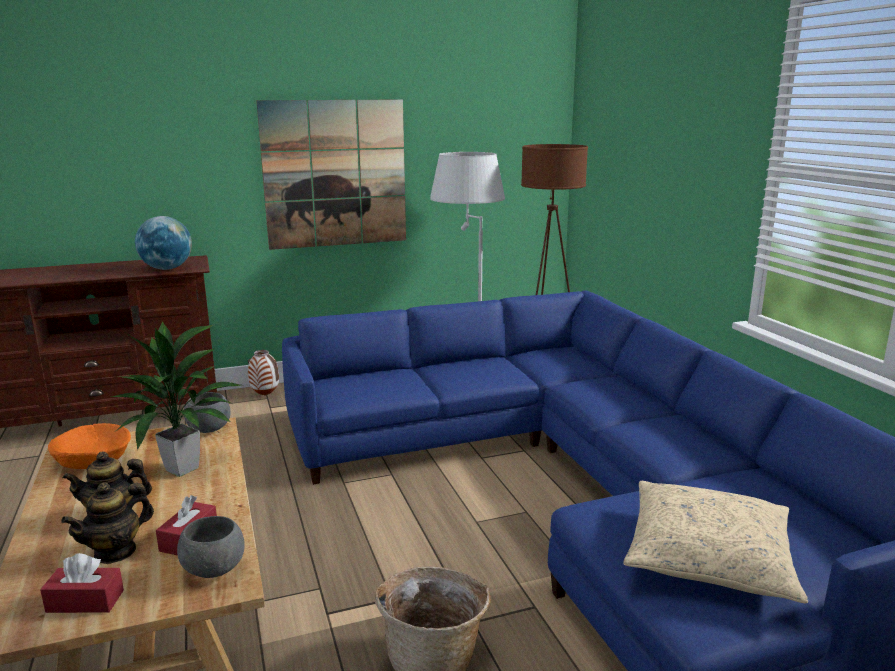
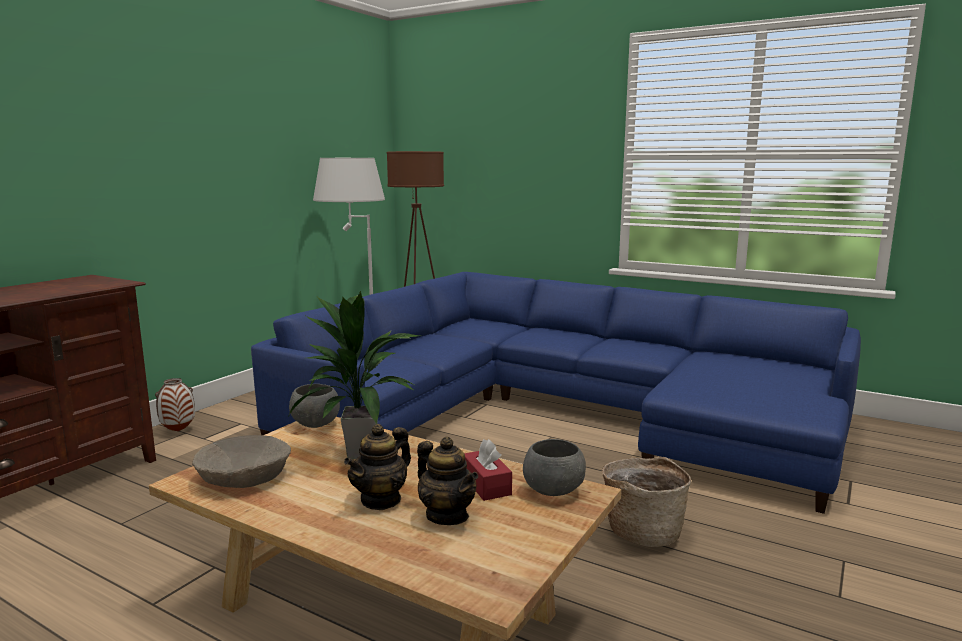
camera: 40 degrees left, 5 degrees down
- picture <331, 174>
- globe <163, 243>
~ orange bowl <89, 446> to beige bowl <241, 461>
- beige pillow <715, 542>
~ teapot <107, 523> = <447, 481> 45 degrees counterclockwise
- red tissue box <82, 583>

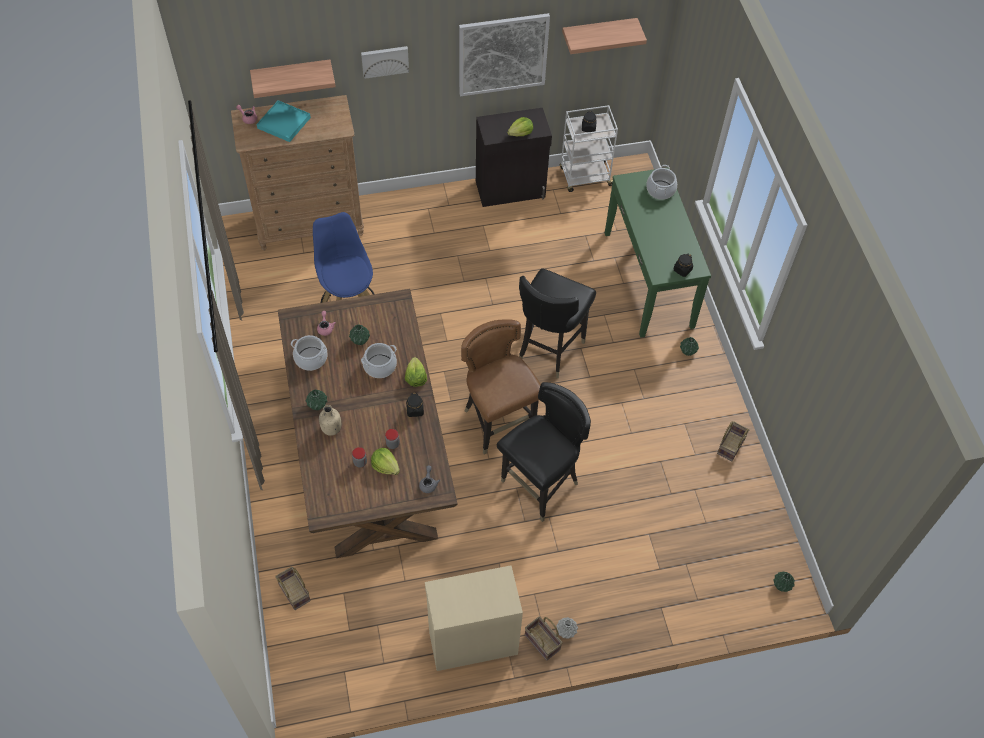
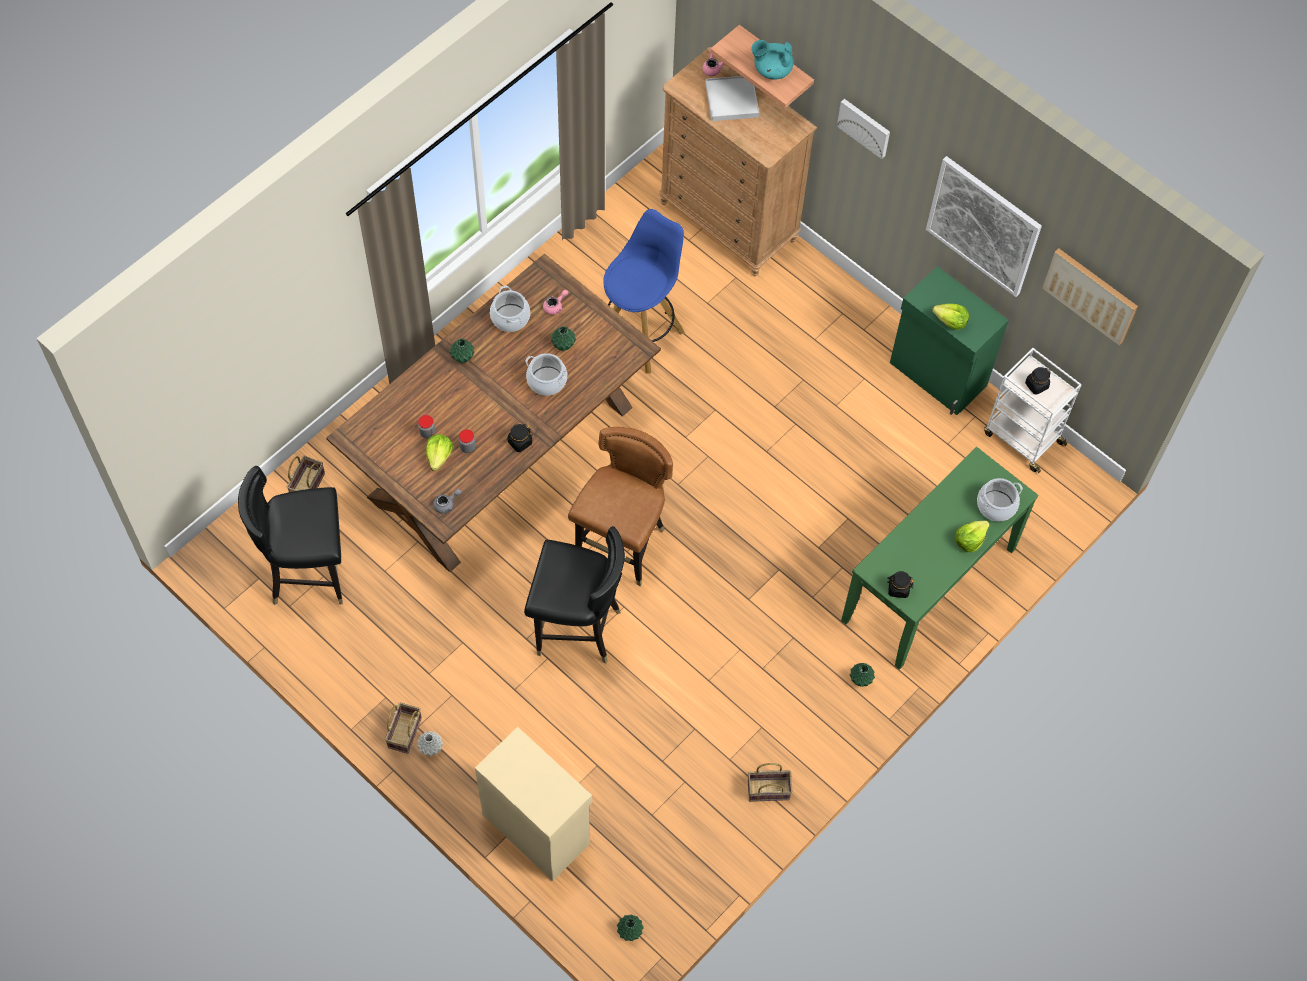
camera: 55 degrees right, 5 degrees up
~ shelf <604, 36> to picture <1090, 296>
~ turquoise tray <284, 121> to white tray <732, 98>
~ black cabinet <514, 157> to green cabinet <949, 340>
~ black chair <557, 323> to <290, 535>
~ lettuce <416, 372> to <972, 536>
- beige bottle <330, 420>
~ beige cabinet <474, 618> to <533, 804>
+ turquoise teapot <772, 60>

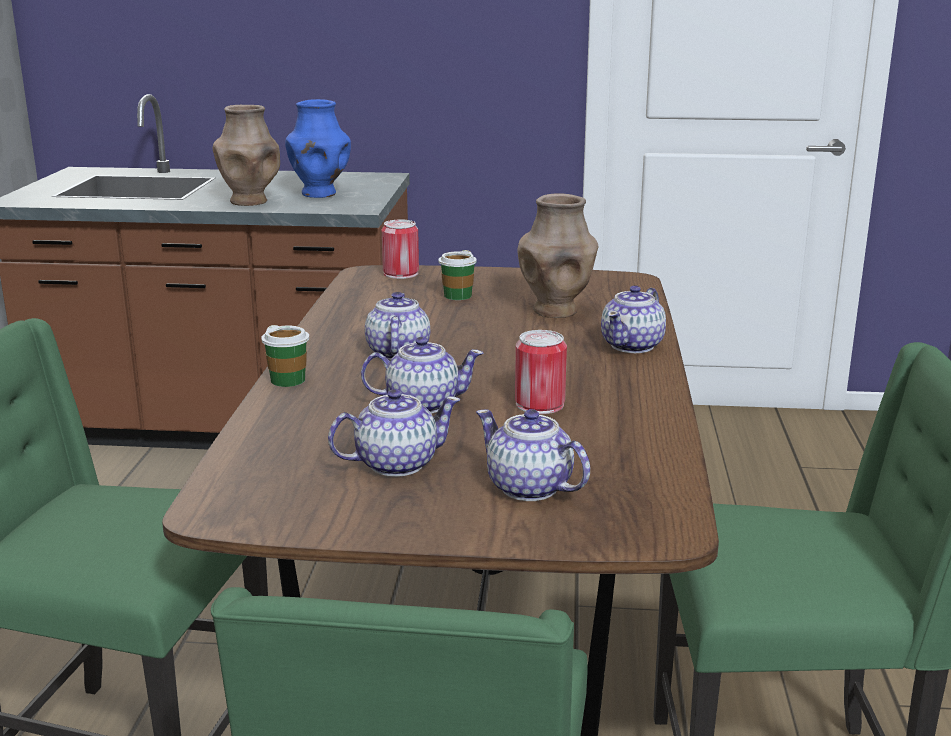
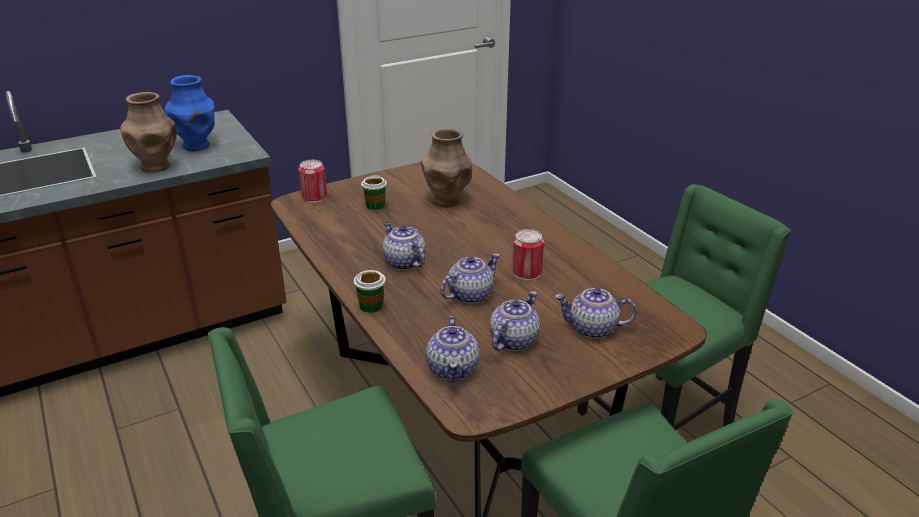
camera: 35 degrees left, 10 degrees up
~ teapot <633, 319> to <453, 349>

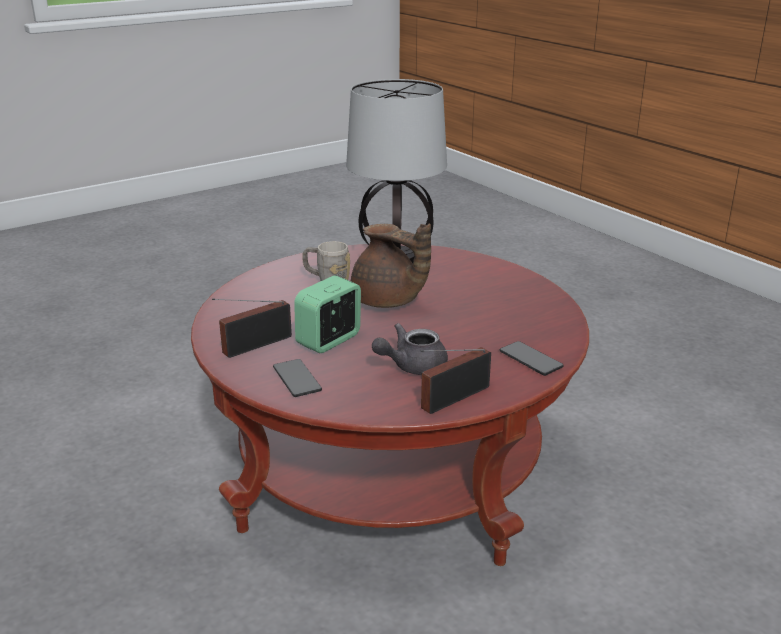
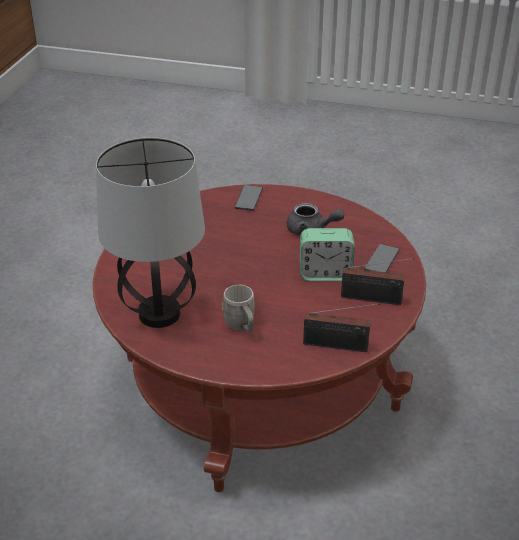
camera: 130 degrees left, 10 degrees up
- brown teapot <391, 266>
~ radio <455, 380> to <341, 327>

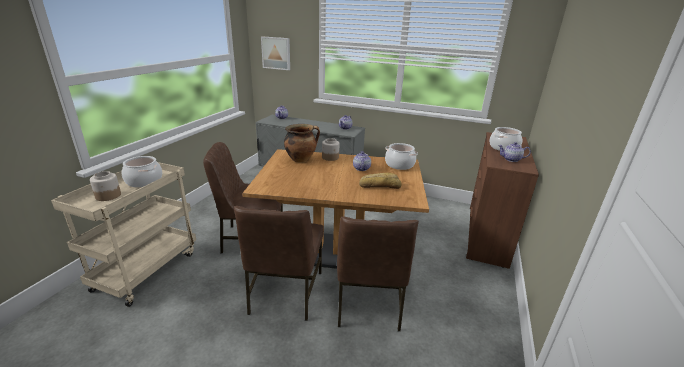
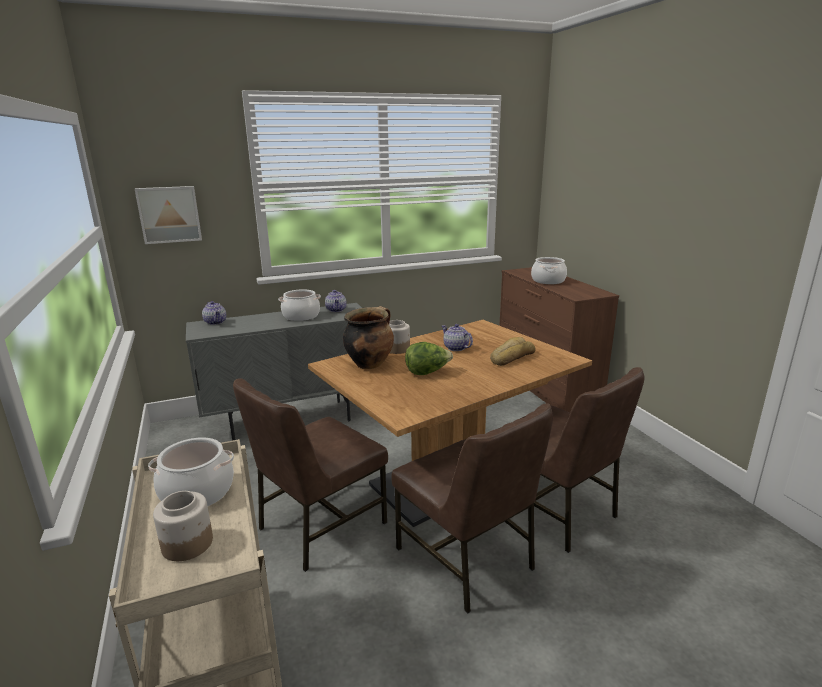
camera: 40 degrees left, 5 degrees down
- teapot <514, 152>
~ cooking pot <401, 156> to <299, 305>
+ lettuce <429, 358>

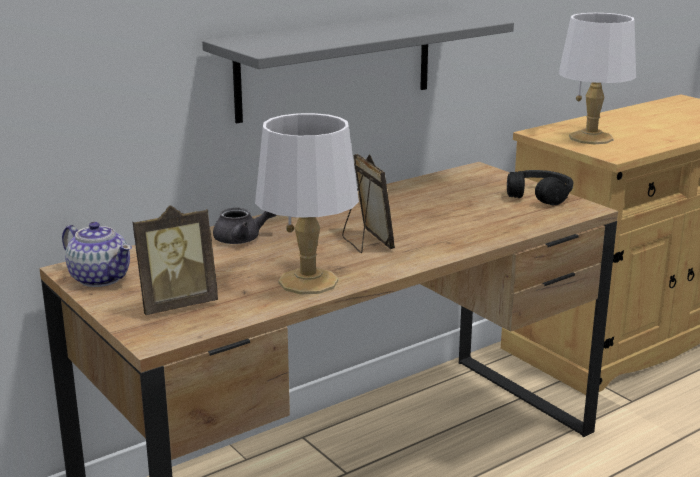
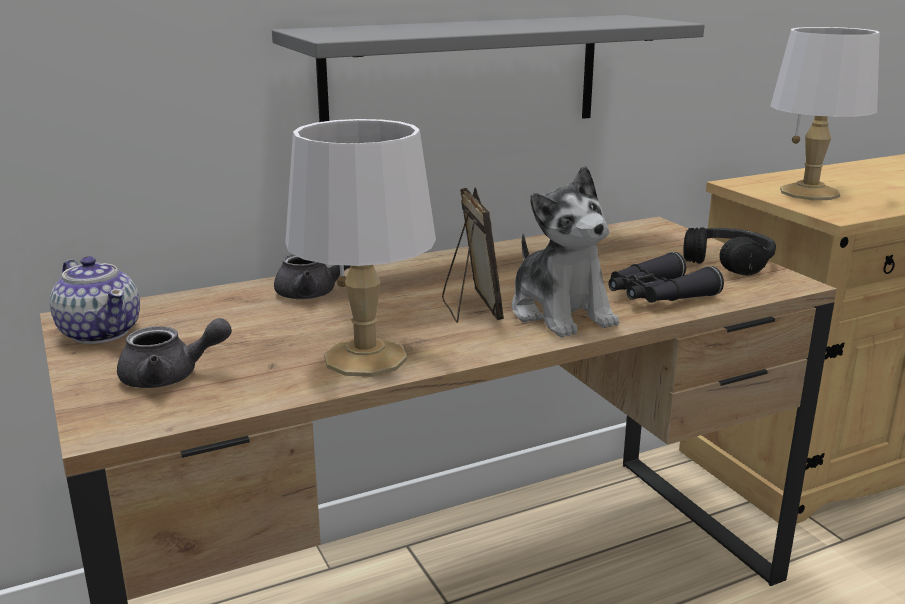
camera: 10 degrees right, 0 degrees up
~ picture frame <175, 260> to grey teapot <174, 353>
+ plush toy <565, 251>
+ black binoculars <666, 277>

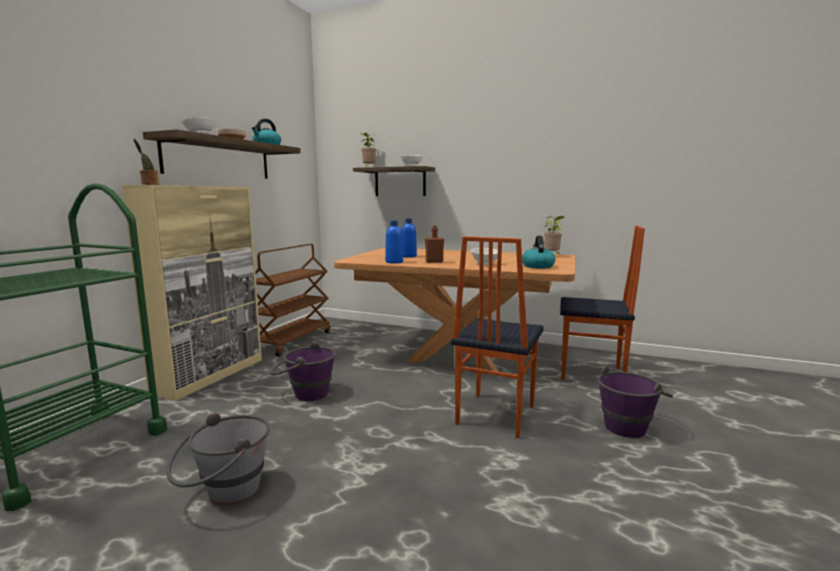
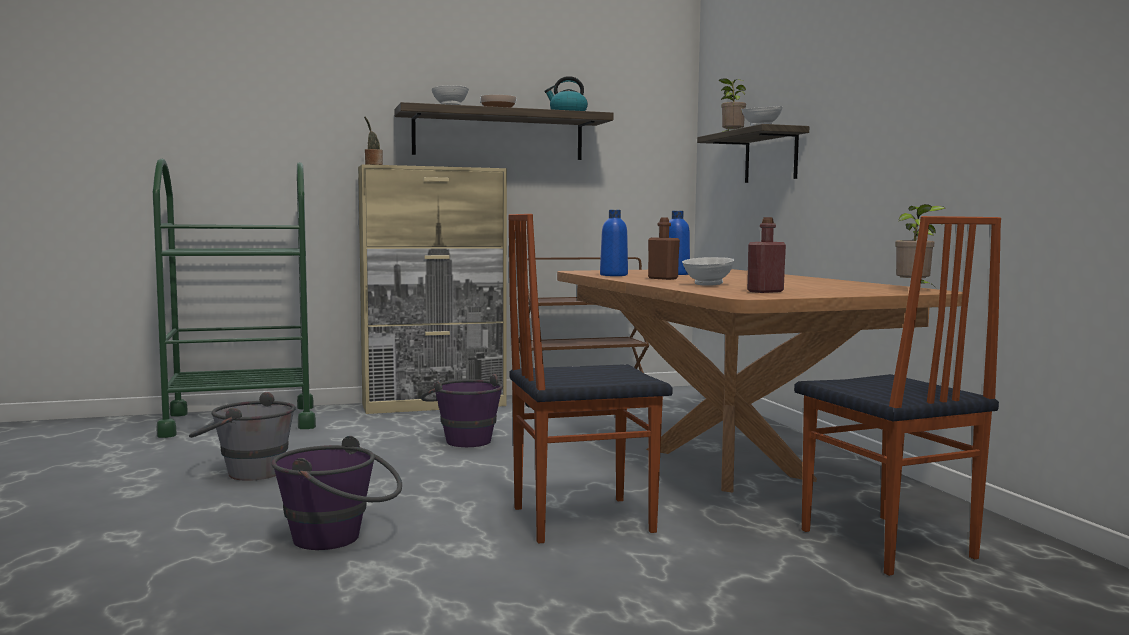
camera: 50 degrees right, 5 degrees down
~ kettle <539, 251> to red bottle <766, 255>
~ purple bucket <635, 402> to <336, 493>

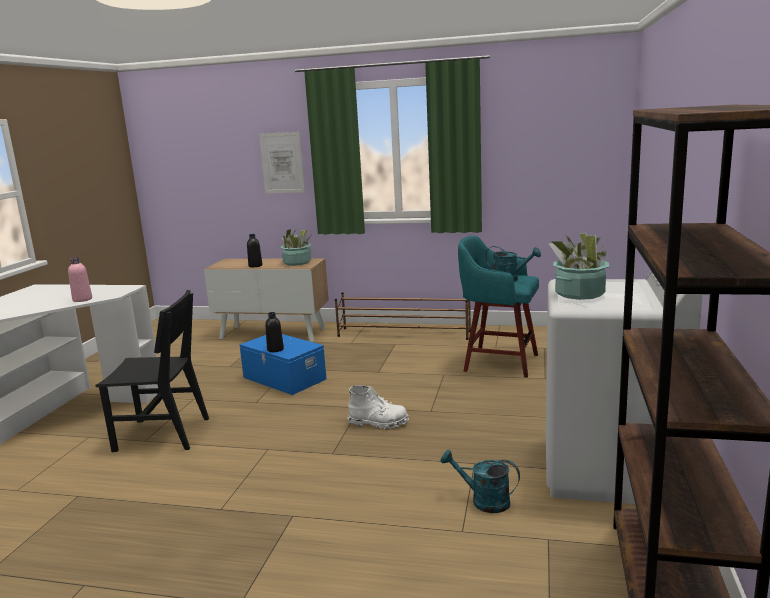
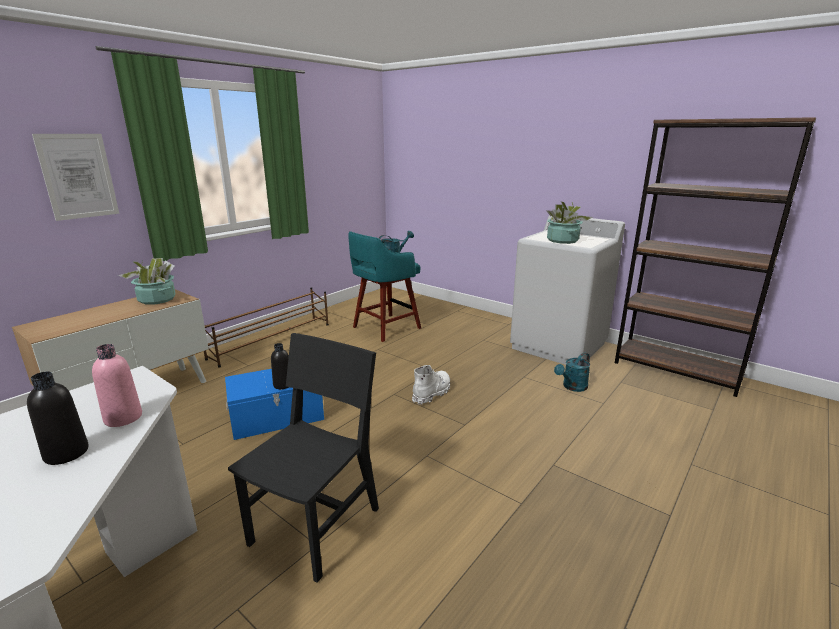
camera: 65 degrees left, 5 degrees up
~ black bottle <254, 250> to <58, 418>

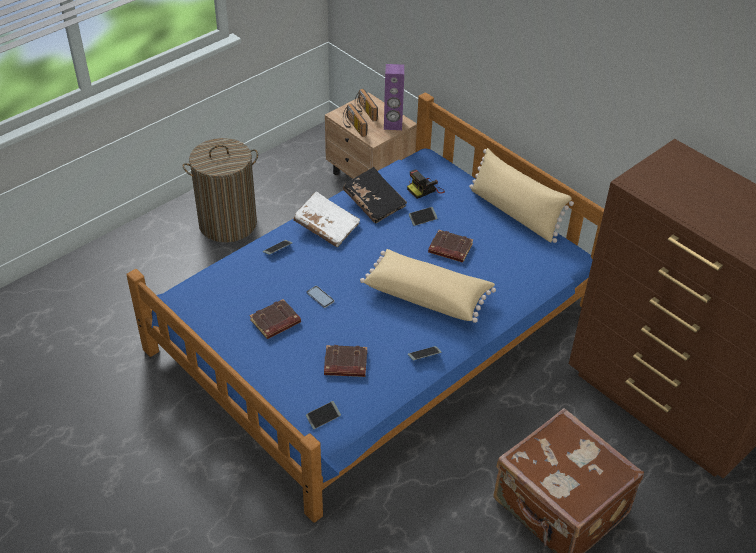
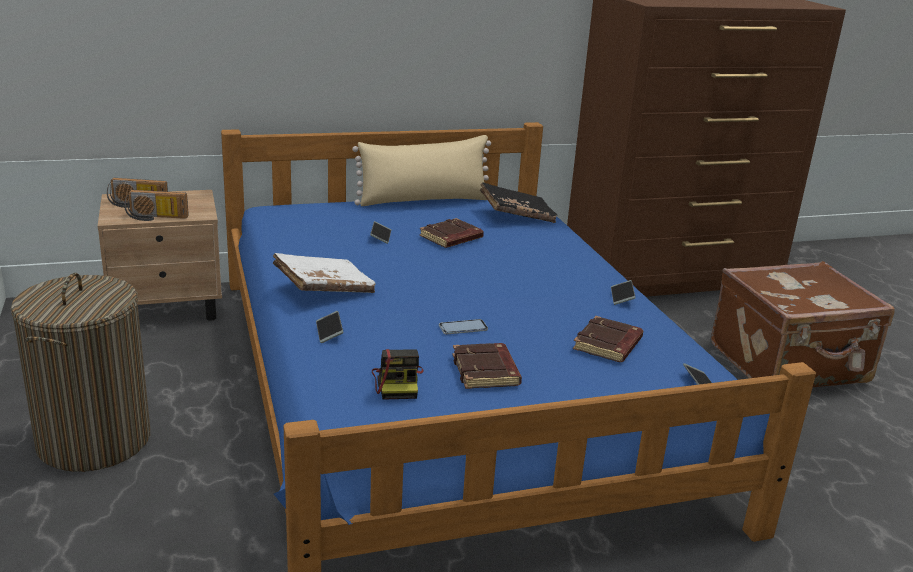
camera: 65 degrees left, 20 degrees down
- purple speaker <394, 97>
~ black book <375, 195> to <518, 202>
~ photo camera <426, 184> to <397, 374>
- beige pillow <428, 286>

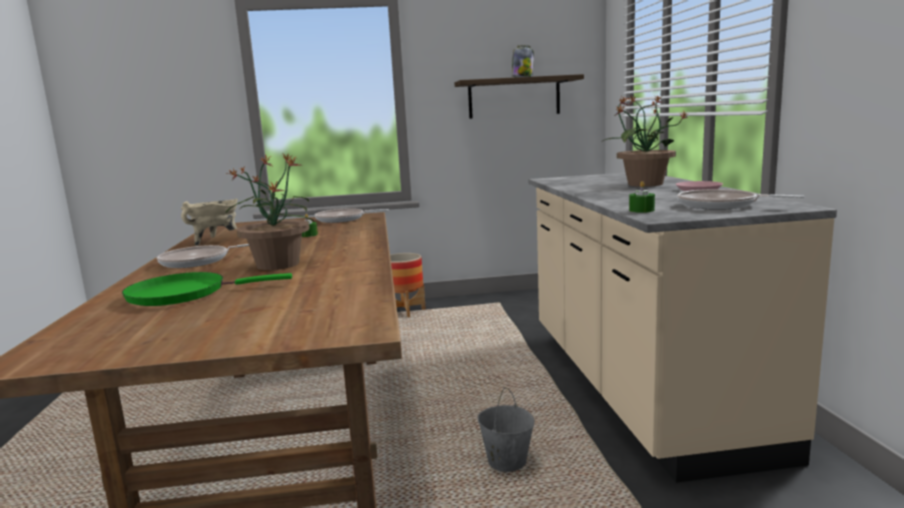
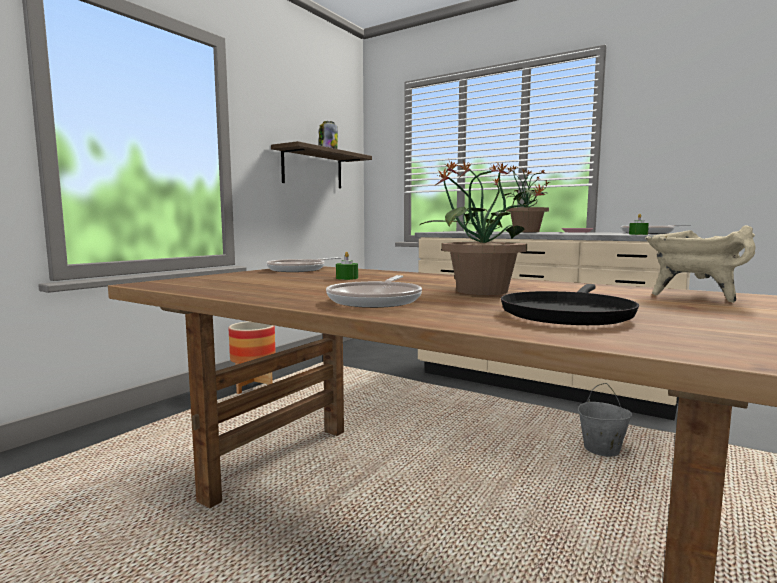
camera: 50 degrees left, 5 degrees down
~ beige cooking pot <209, 222> to <700, 264>
~ green frying pan <207, 289> to black frying pan <570, 304>

